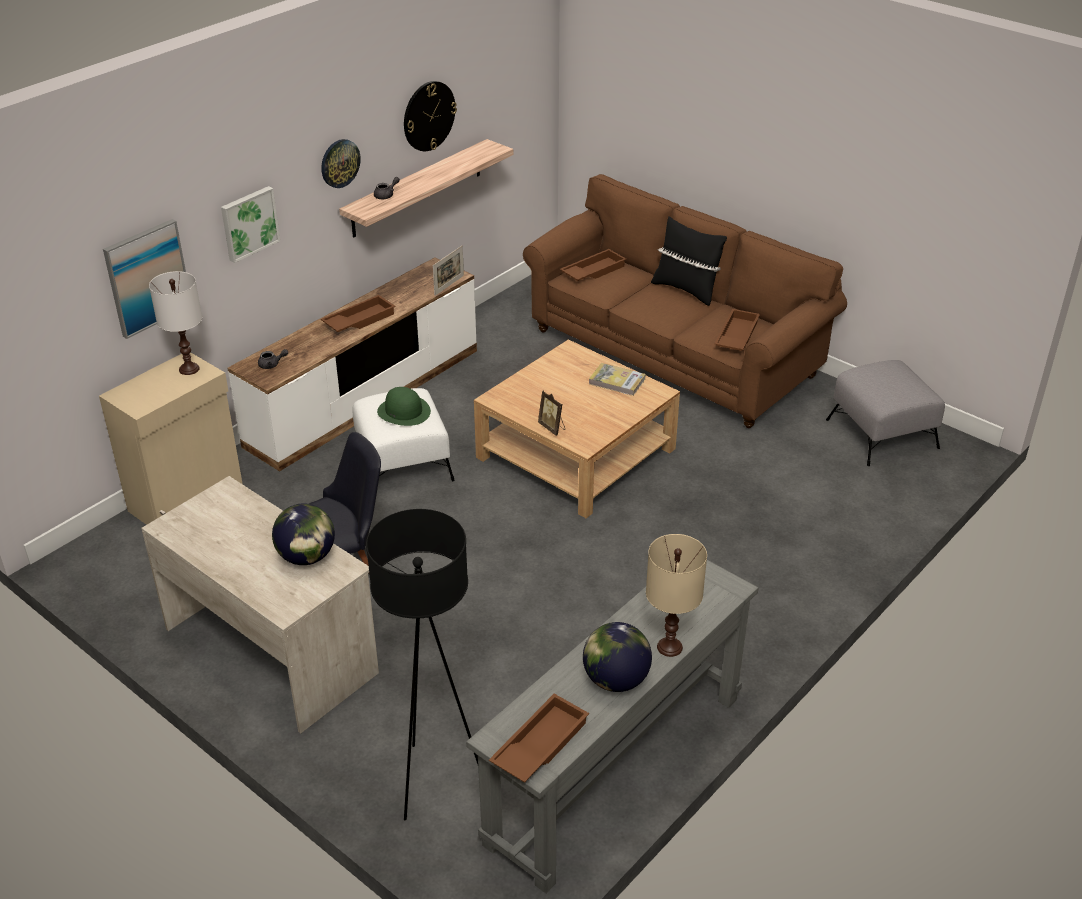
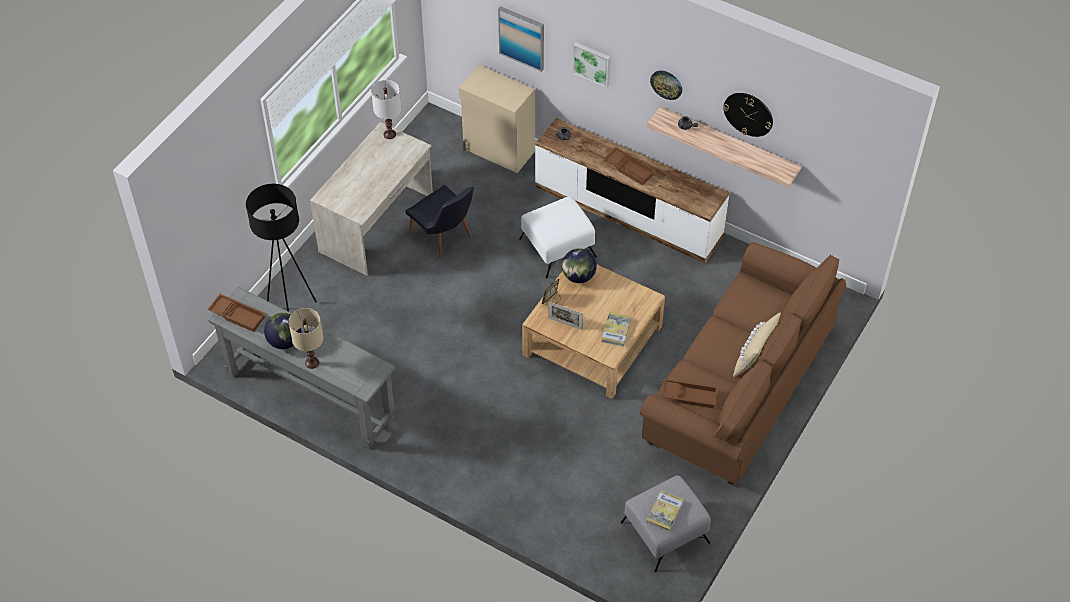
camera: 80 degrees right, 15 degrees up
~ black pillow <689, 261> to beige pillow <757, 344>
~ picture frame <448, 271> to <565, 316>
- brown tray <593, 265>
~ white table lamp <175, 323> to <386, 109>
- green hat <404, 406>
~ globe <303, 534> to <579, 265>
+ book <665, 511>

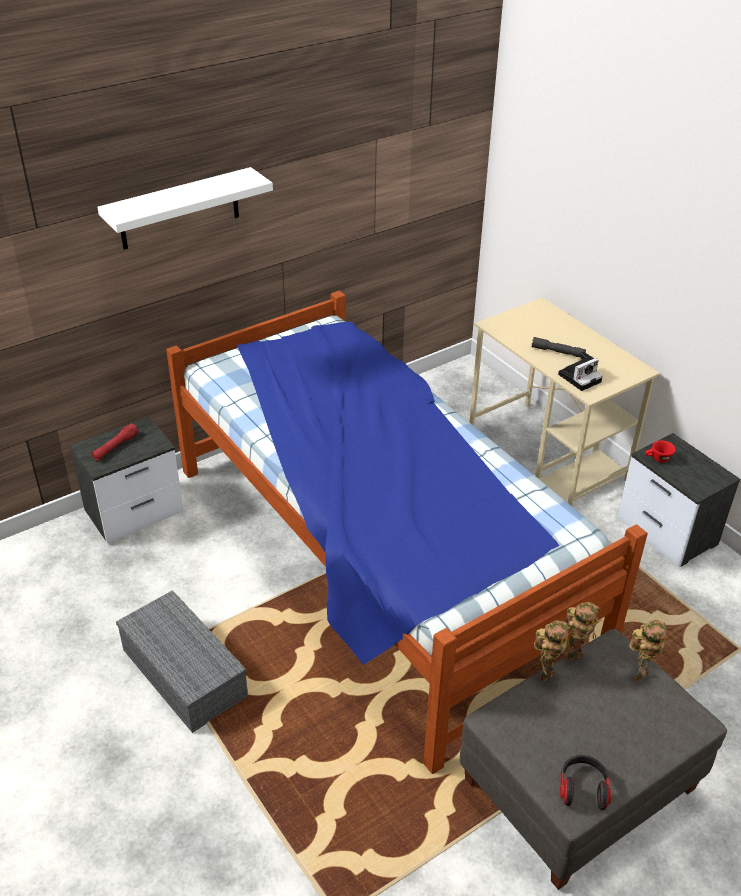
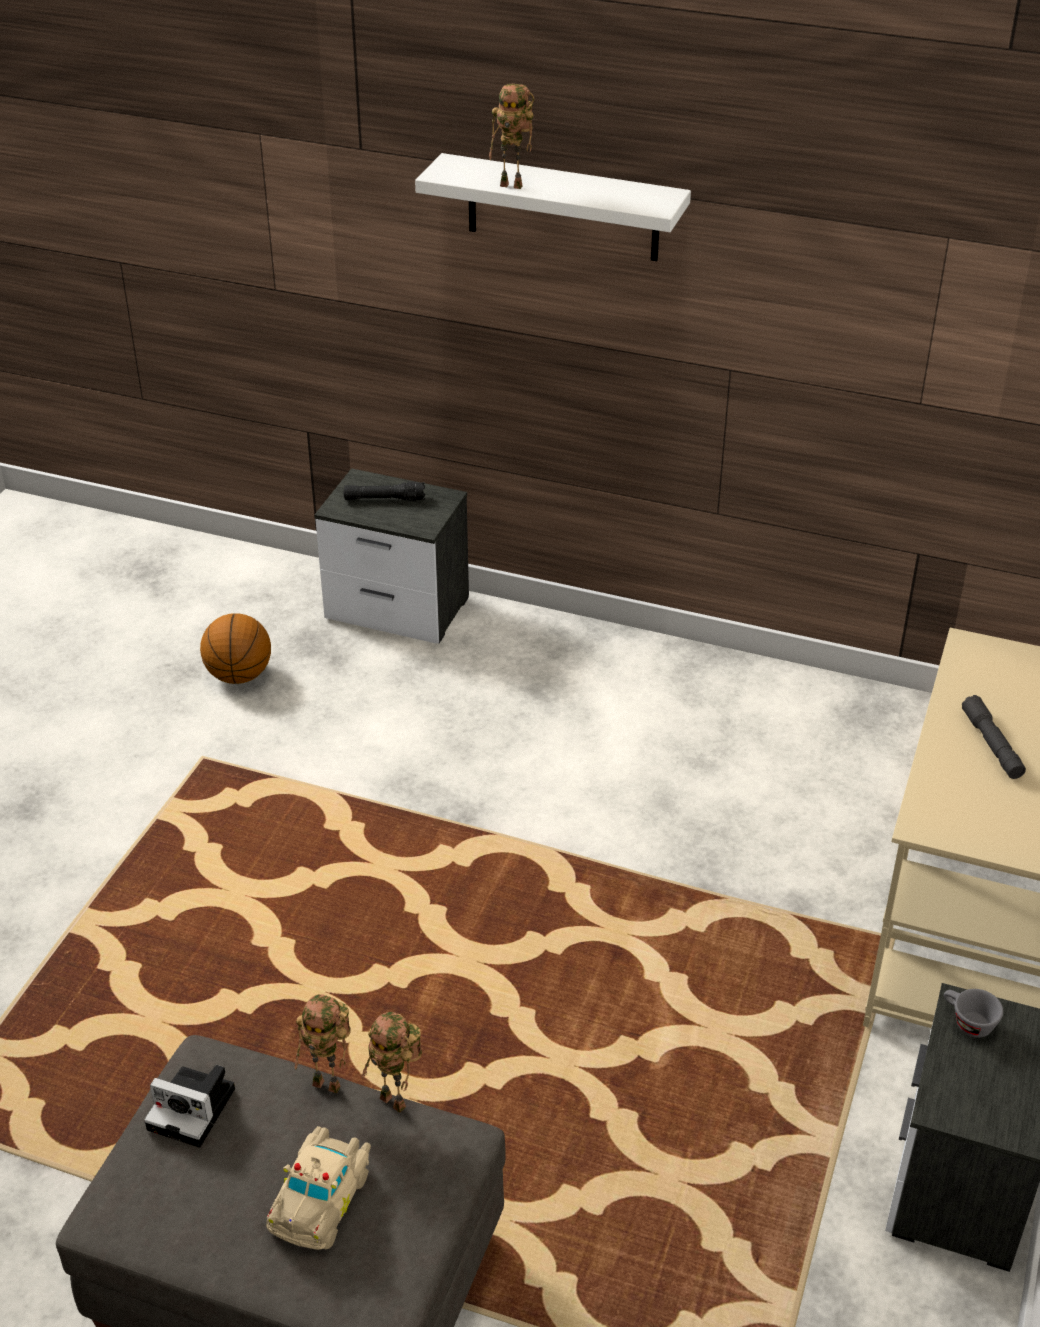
camera: 55 degrees right, 0 degrees up
- bed <407, 532>
~ photo camera <580, 371> to <189, 1106>
~ red flashlight <115, 442> to black flashlight <384, 491>
~ red cup <660, 451> to grey cup <973, 1013>
- grey storage box <182, 661>
~ toy robot <648, 651> to <511, 136>
- headphones <585, 782>
+ basketball <235, 648>
+ beige toy car <318, 1188>

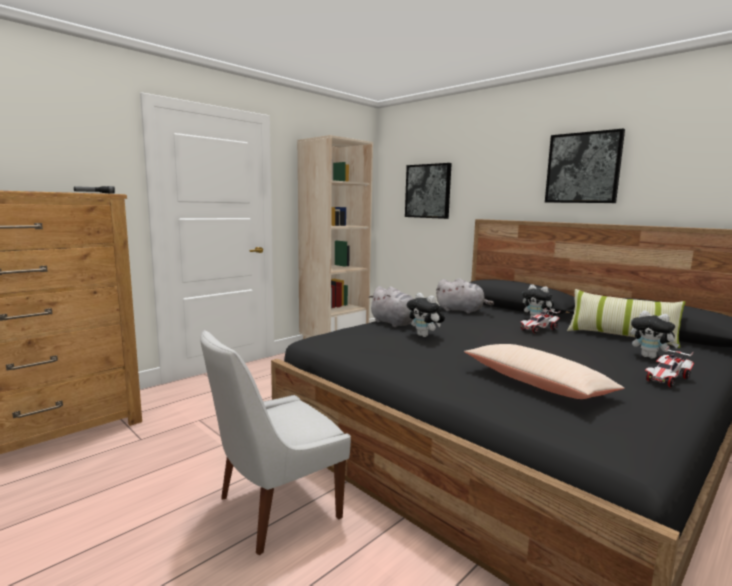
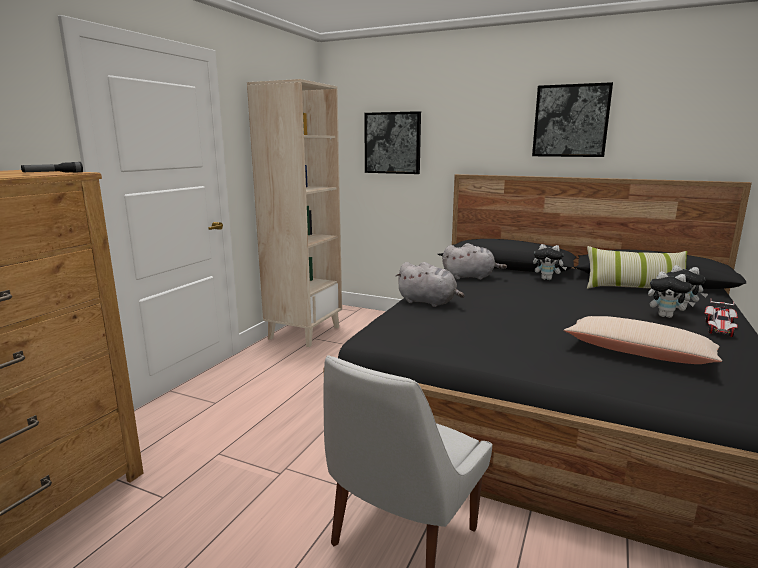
camera: 20 degrees left, 5 degrees up
~ plush toy <426, 315> to <671, 295>
- toy car <541, 320>

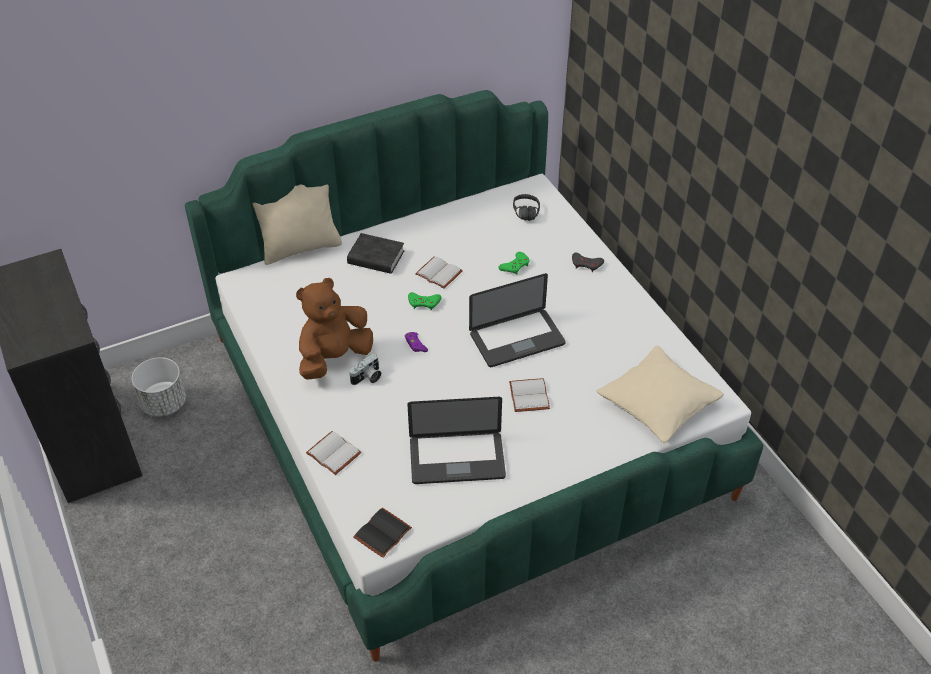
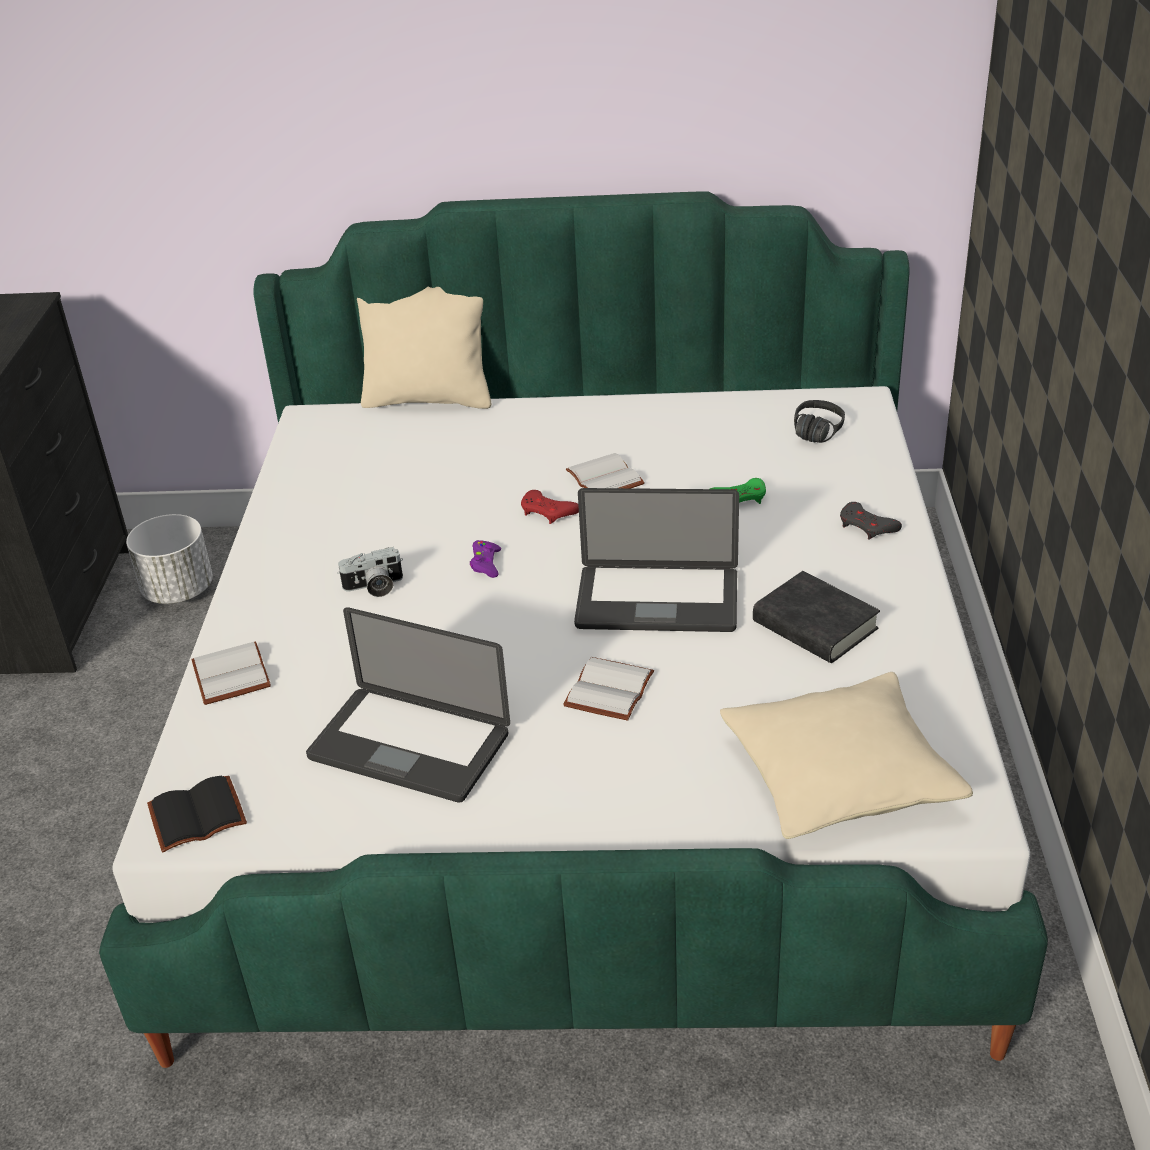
camera: 30 degrees right, 10 degrees down
~ black book <375, 253> to <816, 617>
- brown plush toy <334, 329>
~ green game controller <425, 301> to red game controller <550, 507>

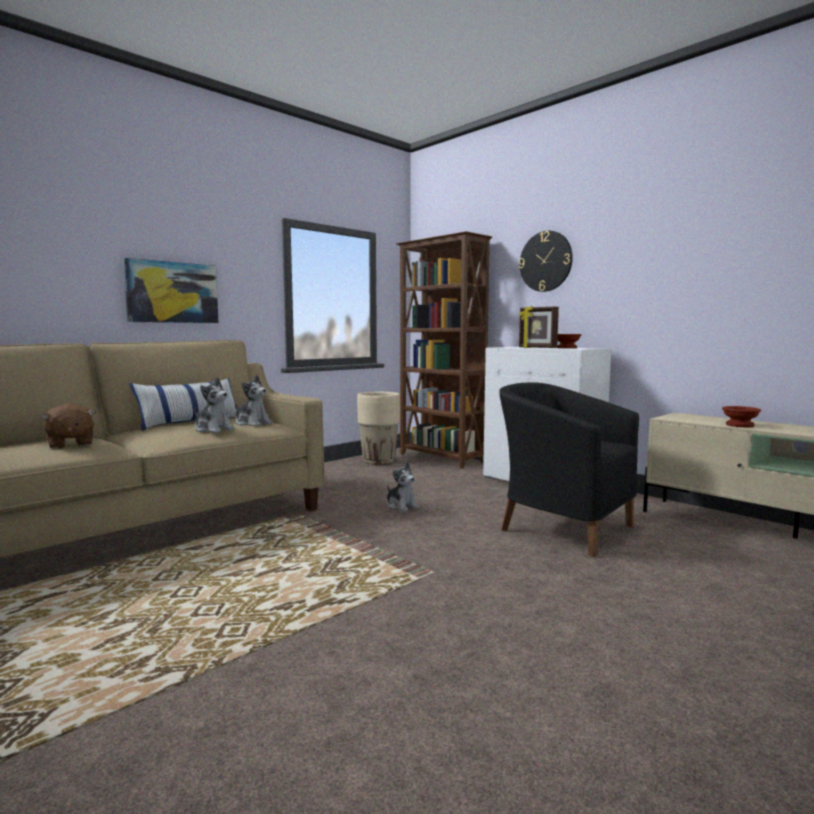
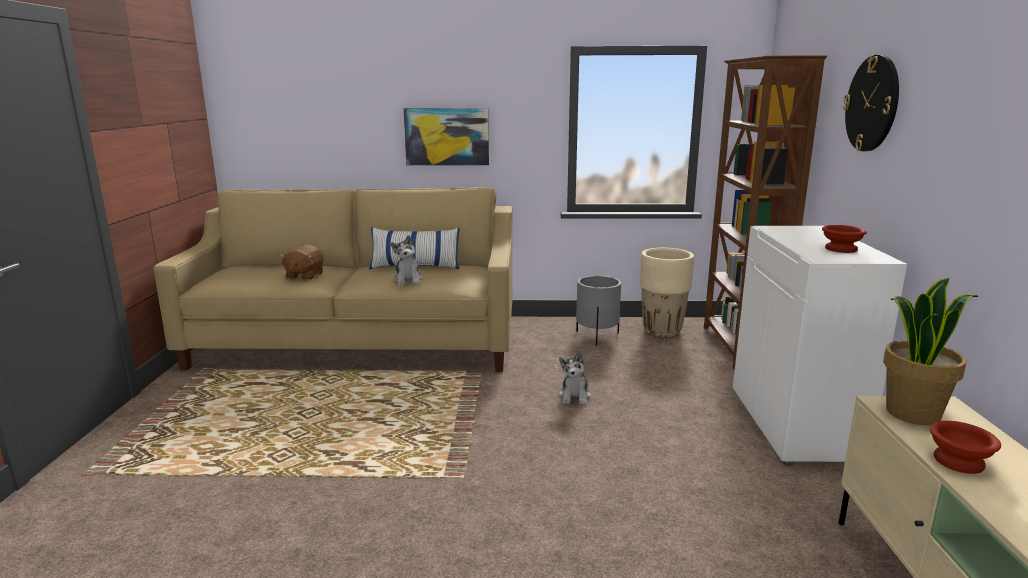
camera: 45 degrees right, 10 degrees up
- picture frame <539, 327>
- plush toy <254, 400>
- black armchair <569, 469>
+ grey planter <598, 311>
+ potted plant <931, 351>

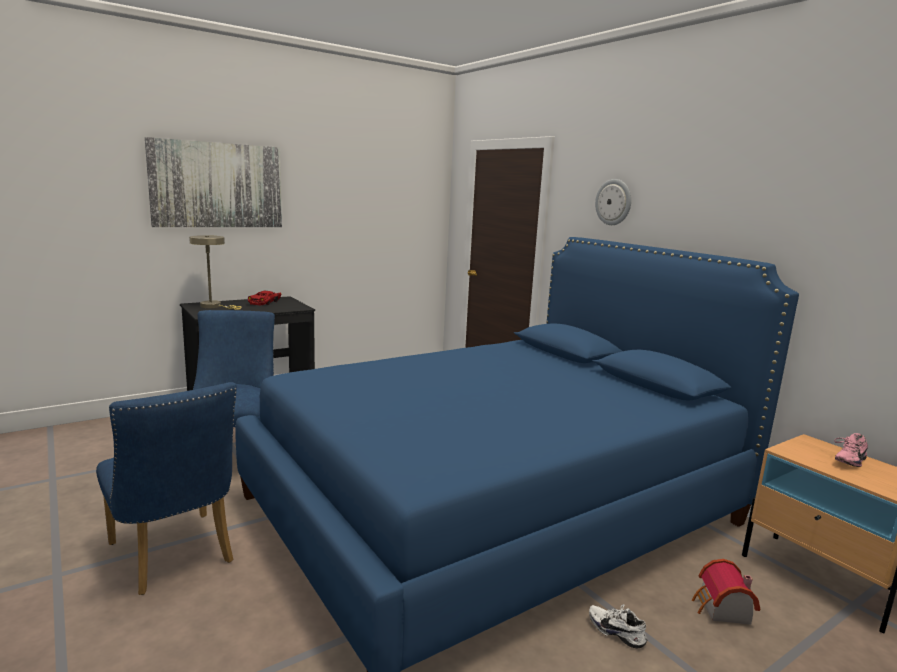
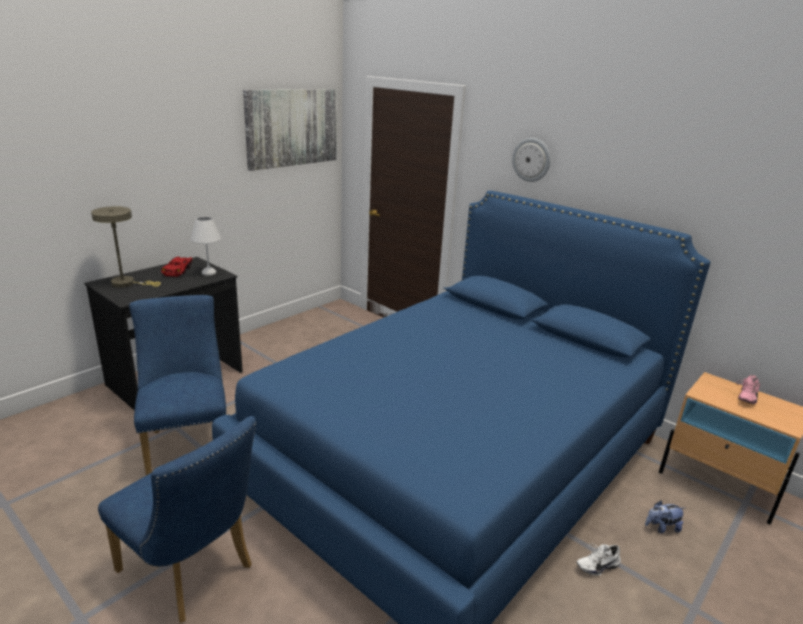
camera: 15 degrees left, 10 degrees up
~ picture <213, 182> to <290, 130>
~ toy house <726, 592> to plush toy <665, 516>
~ white shoe <618, 626> = <599, 559> 45 degrees counterclockwise
+ white table lamp <205, 246>

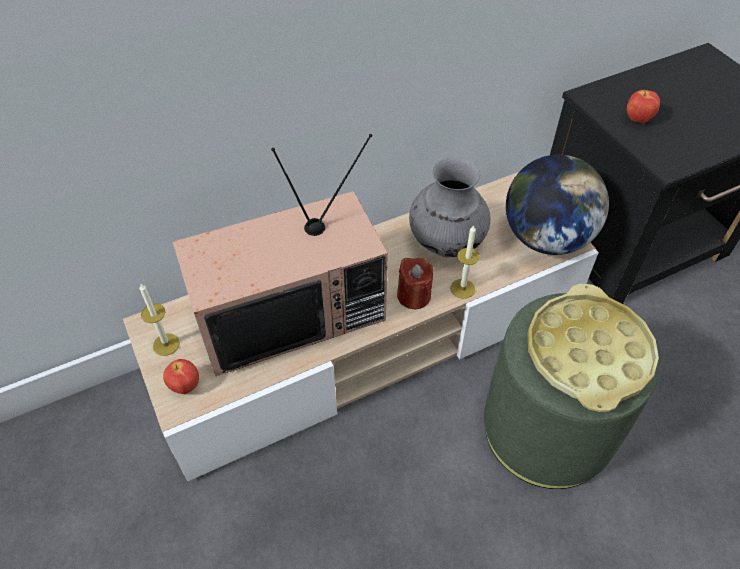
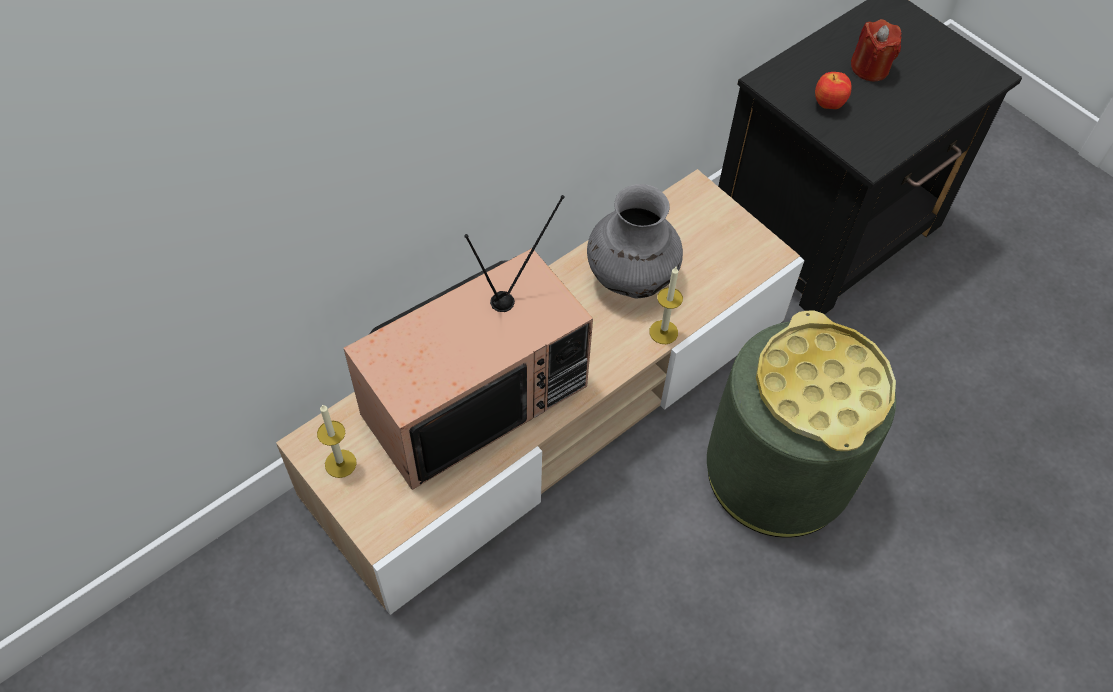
camera: 15 degrees left, 5 degrees up
- globe <557, 204>
~ red candle <415, 283> to <876, 50>
- apple <181, 376>

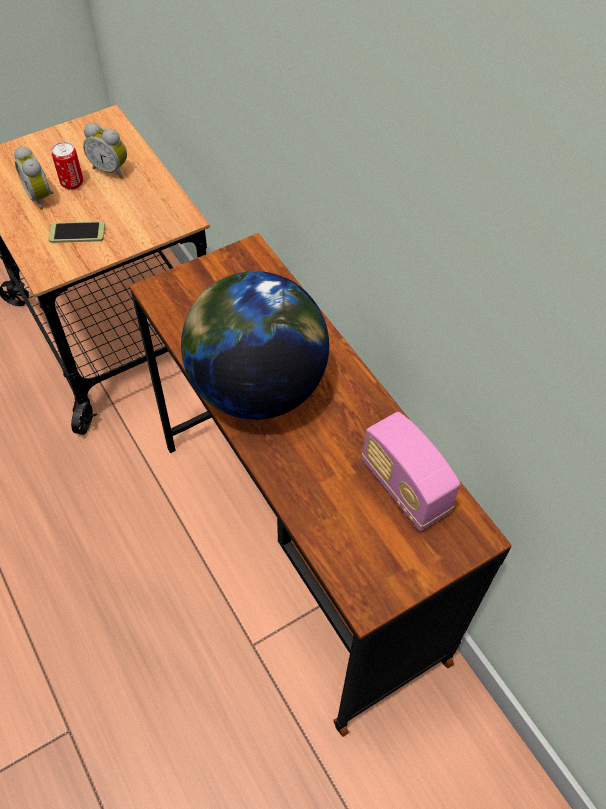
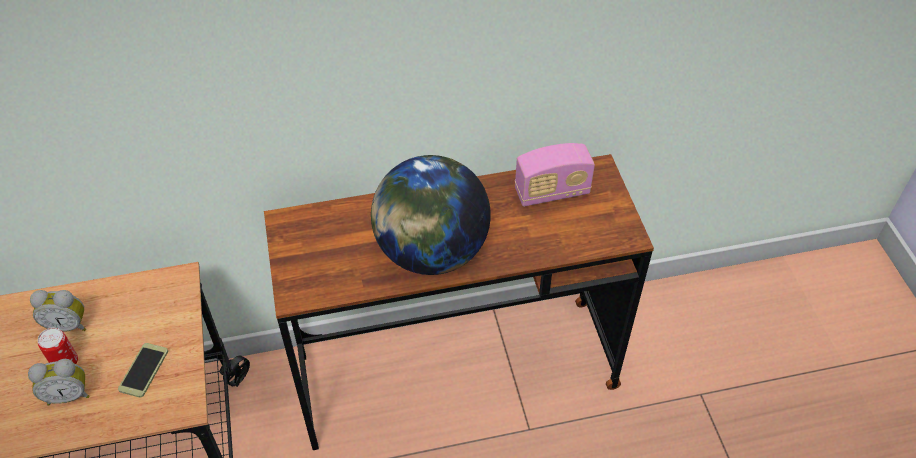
camera: 70 degrees left, 5 degrees down
~ alarm clock <105, 151> = <58, 311> 45 degrees clockwise

